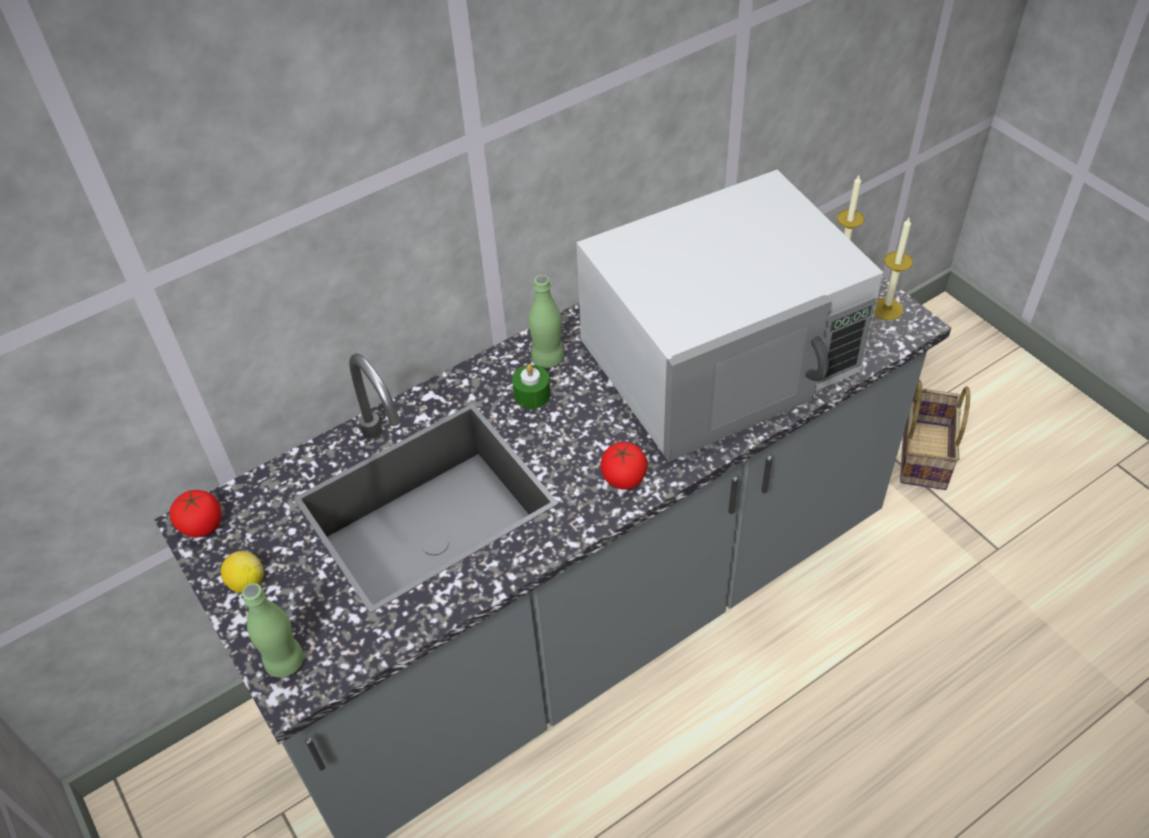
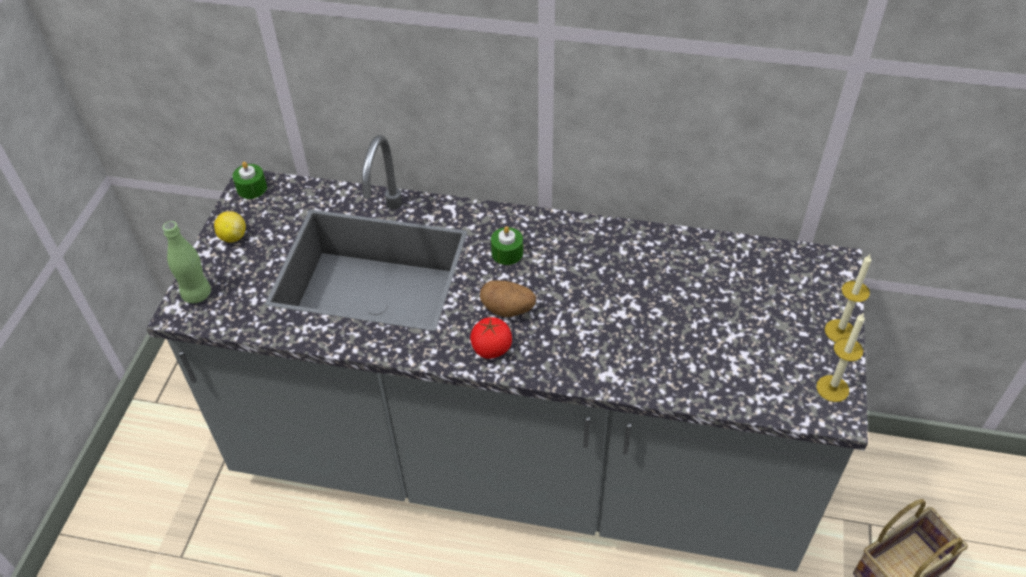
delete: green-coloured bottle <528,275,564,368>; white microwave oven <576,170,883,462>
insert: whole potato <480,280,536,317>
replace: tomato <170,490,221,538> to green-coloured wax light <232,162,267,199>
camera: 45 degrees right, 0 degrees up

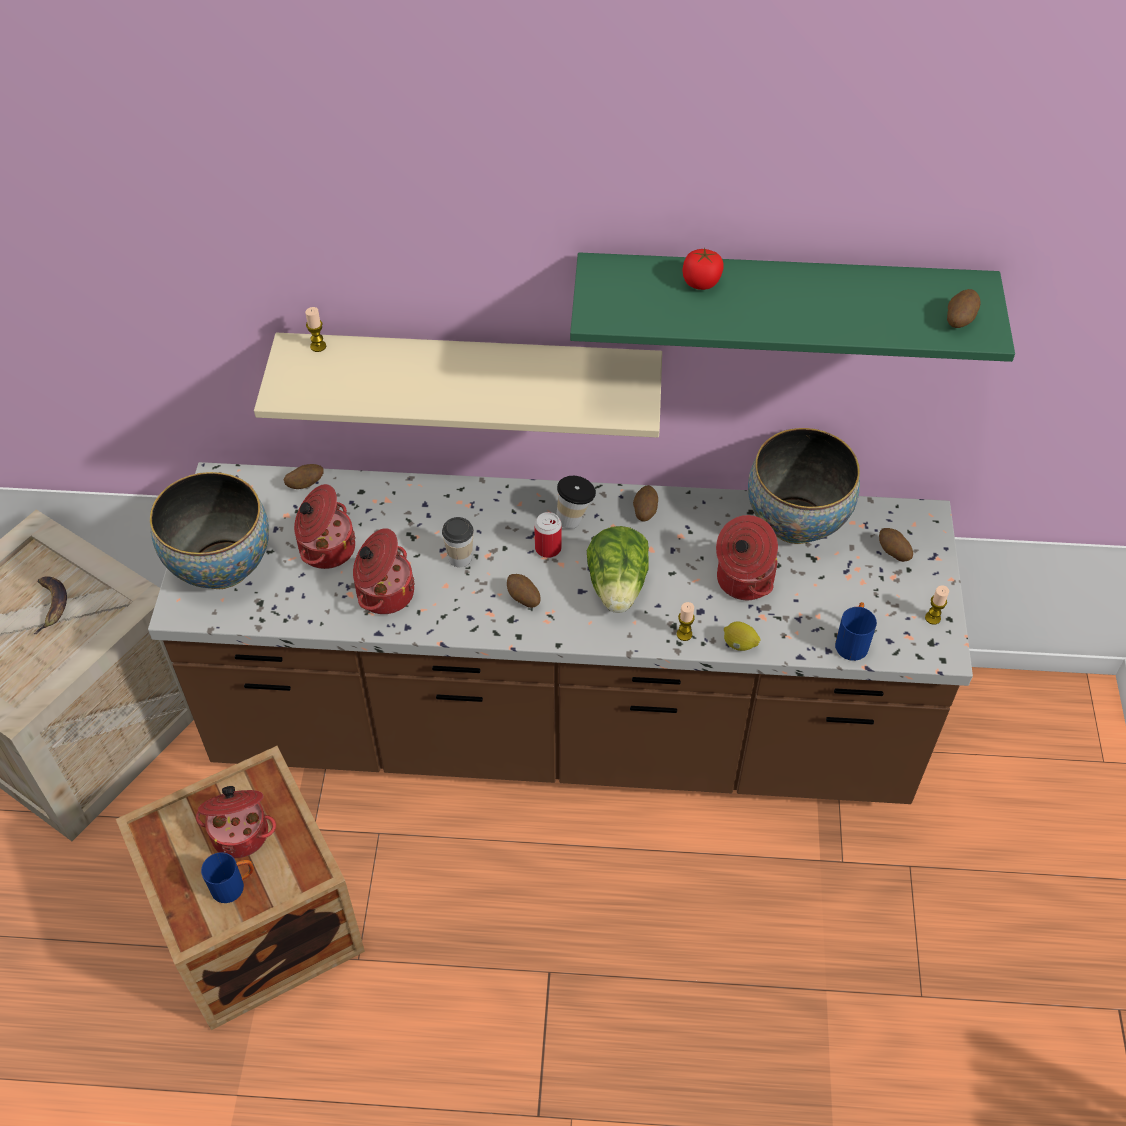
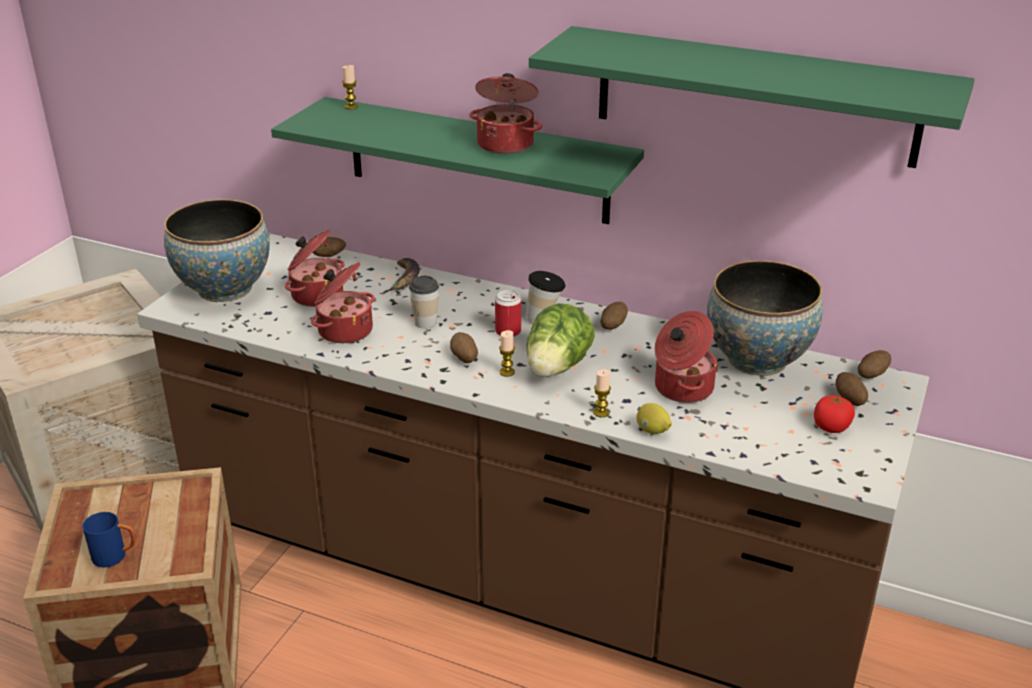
delete: blue mug <835,602,877,661>
move: banana <34,576,67,634> to <380,258,420,294>; stockpot <196,786,276,858> to <470,73,542,154>; tomato <682,247,724,290> to <814,395,855,433>; wax light <925,585,949,625> to <499,330,515,377>; whole potato <947,289,981,328> to <858,350,891,379>
recolor: beige-coloured wall shelf <254,333,662,438> to green-coloured wall shelf <271,97,644,224>
camera: 20 degrees right, 20 degrees down

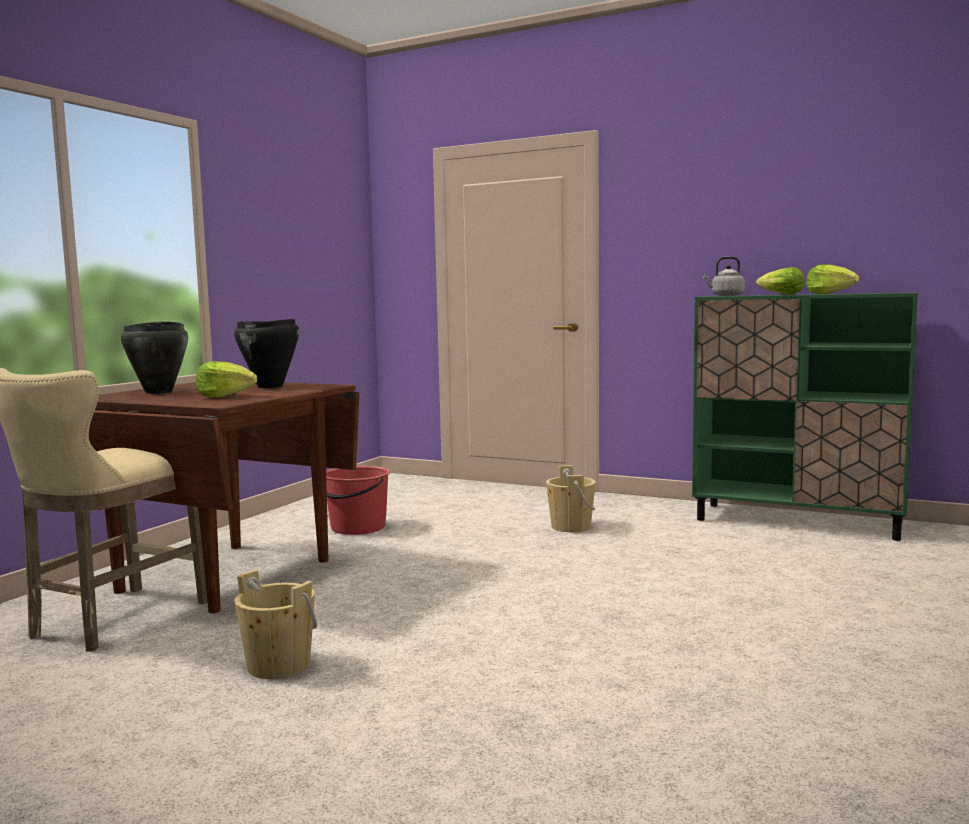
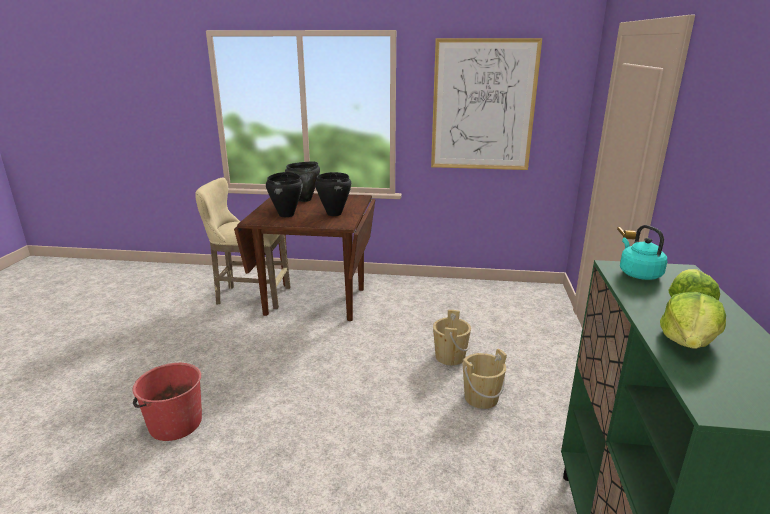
insert: wall picture <431,38,542,170>
move: beige-coloured pail <234,569,317,679> to <433,310,471,365>; red pail <326,466,390,535> to <133,363,202,441>
replace: lettuce <196,361,257,397> to black stockpot <266,172,303,217>
recolor: greyish tea kettle <703,256,745,296> to turquoise tea kettle <620,225,667,280>
camera: 70 degrees right, 15 degrees up

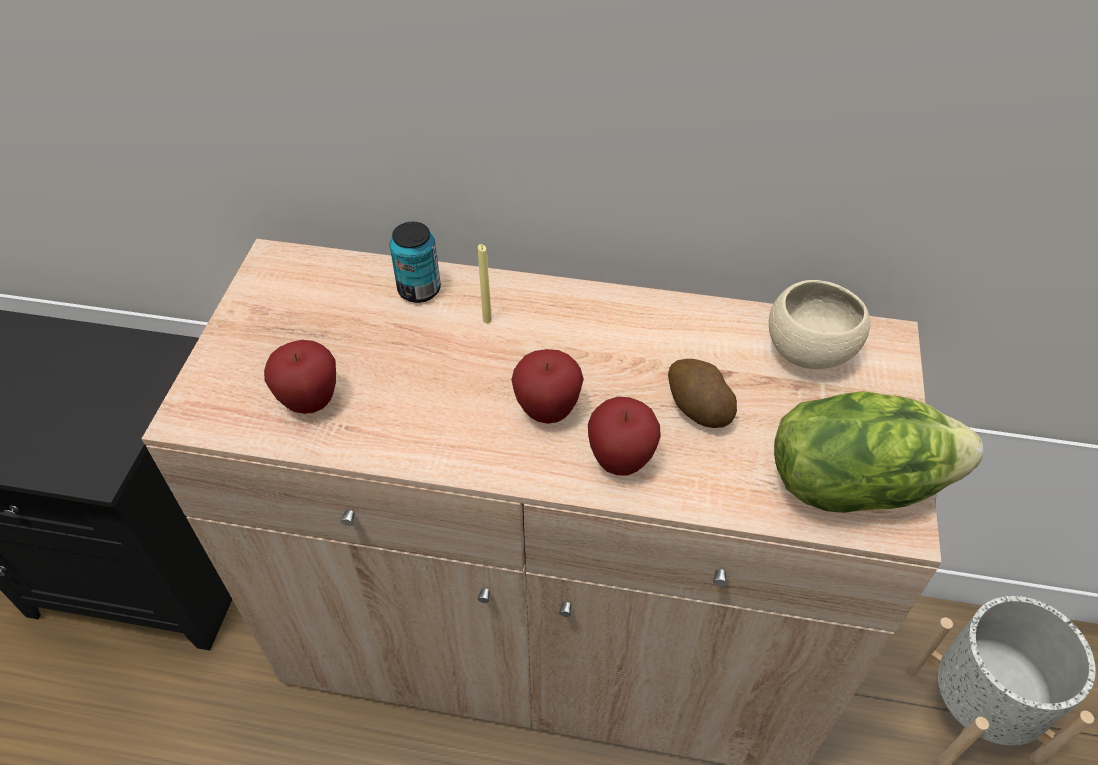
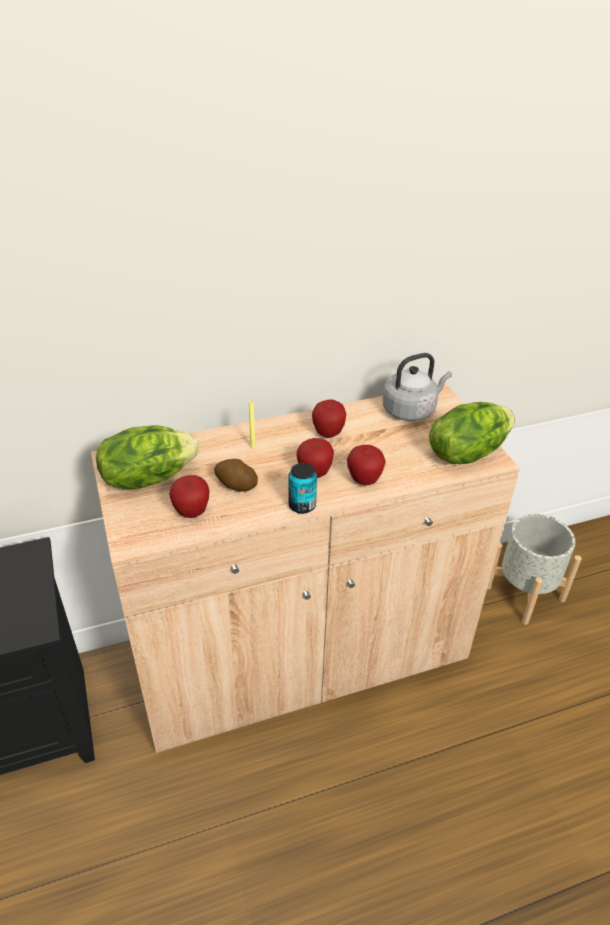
insert: lettuce <96,426,199,489>; apple fruit <312,400,346,438>
move: can <389,222,441,303> to <289,463,317,514>; whole potato <668,359,737,428> to <214,459,258,492>
replace: beige-coloured bowl <769,280,870,369> to greyish tea kettle <382,353,452,421>
camera: 30 degrees left, 10 degrees down

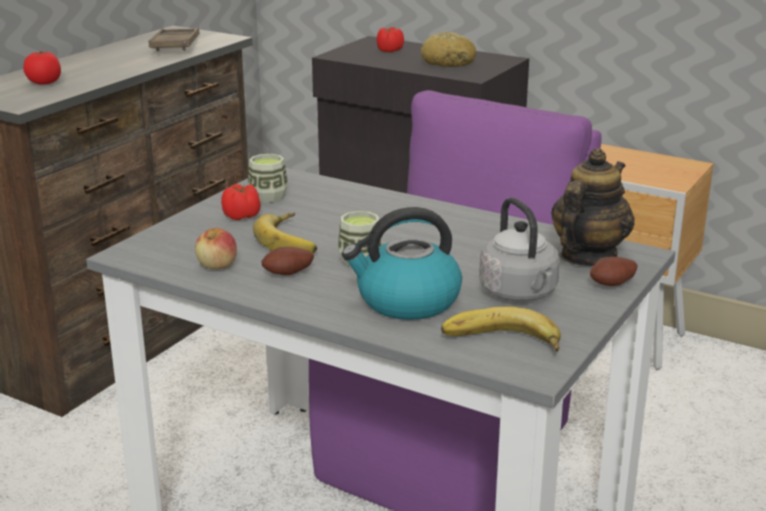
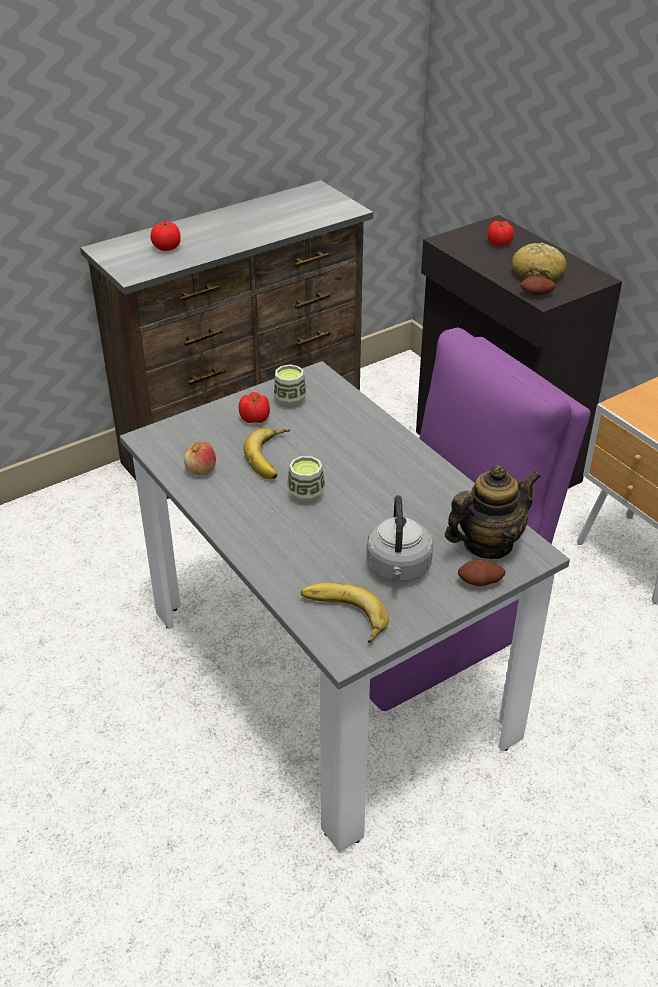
delete: brownish carrying tray <148,27,200,52>; tea kettle <342,207,462,320>
move: whole potato <261,247,314,275> to <520,276,556,296>
camera: 25 degrees right, 15 degrees up

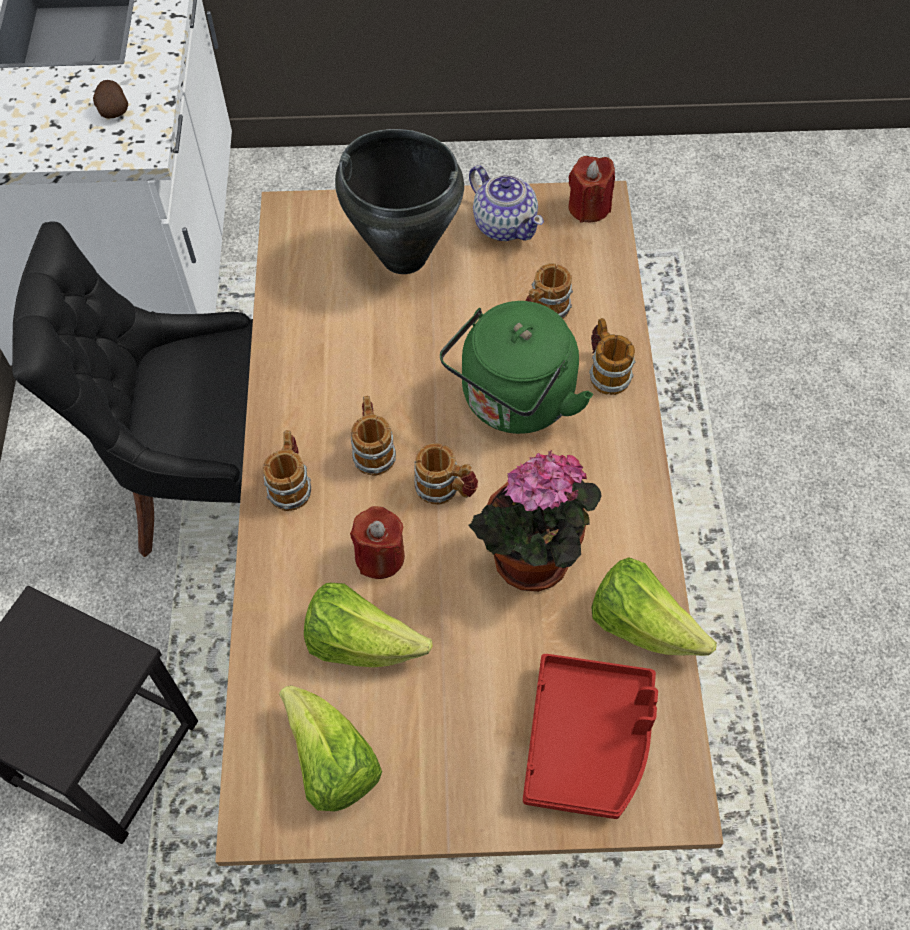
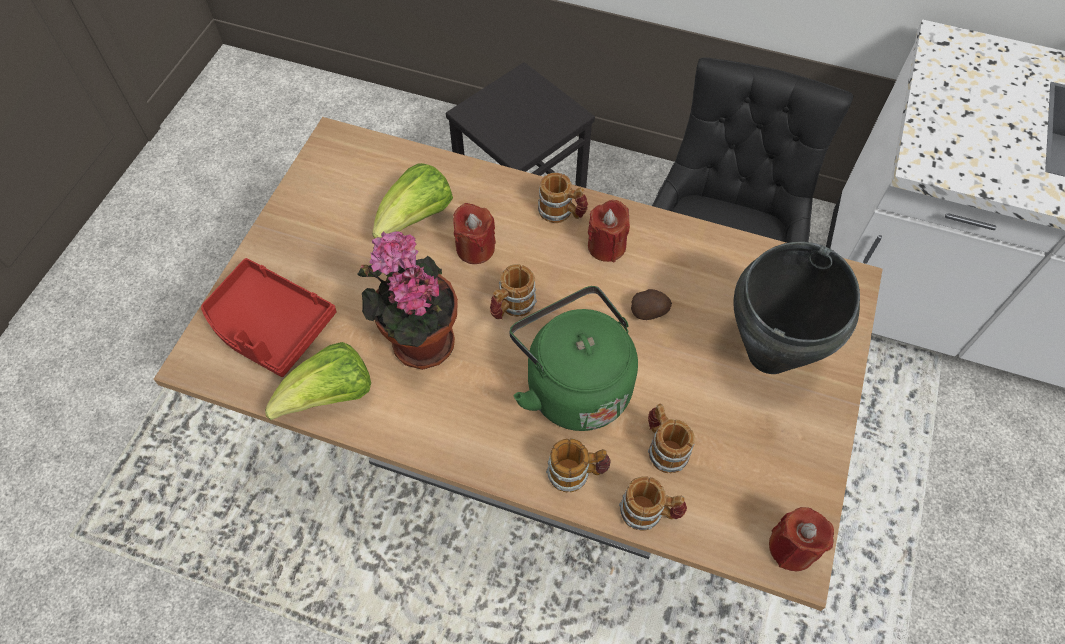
delete: lettuce <279,685,382,811>; tea pot <469,165,544,241>
insert: red wax light <588,200,630,262>
move: whole potato <93,80,128,119> to <631,289,672,320>; mug <351,396,396,476> to <619,476,687,531>
camera: 110 degrees right, 0 degrees up

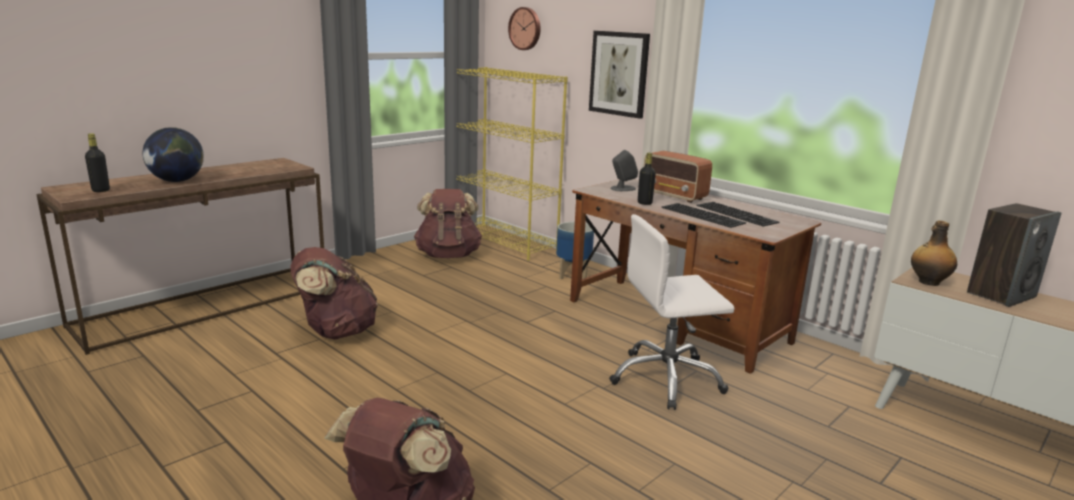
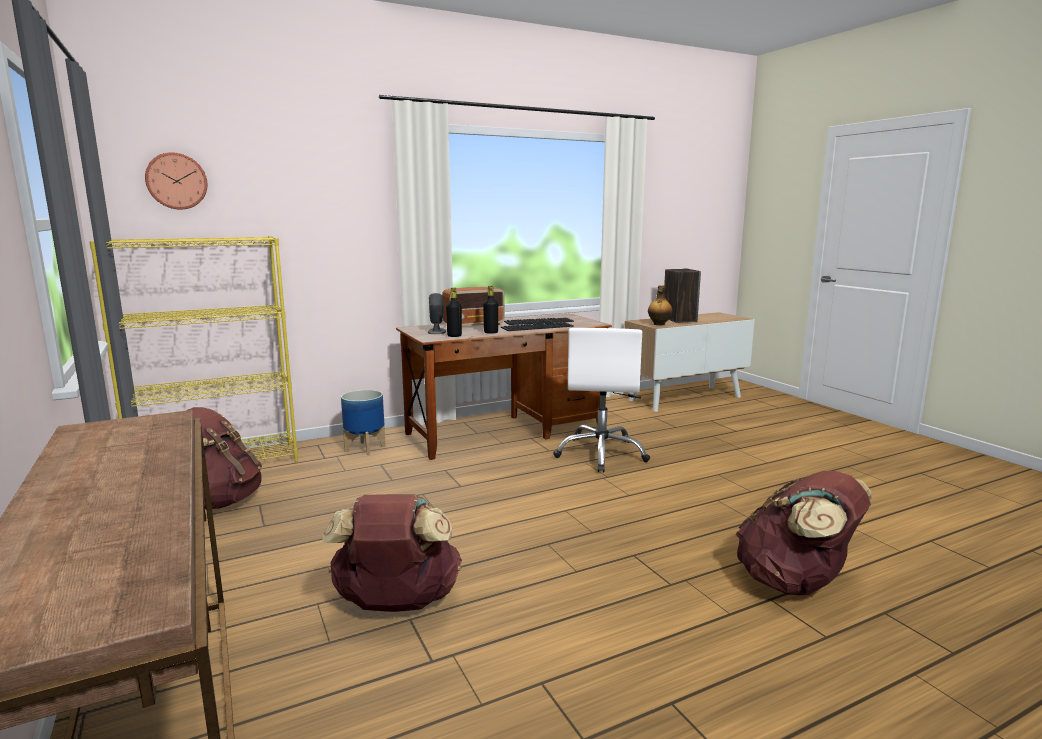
delete: world globe <143,127,204,182>; wall picture <589,31,650,119>
move: black bottle <85,133,110,192> to <446,288,462,337>
camera: 70 degrees left, 5 degrees down

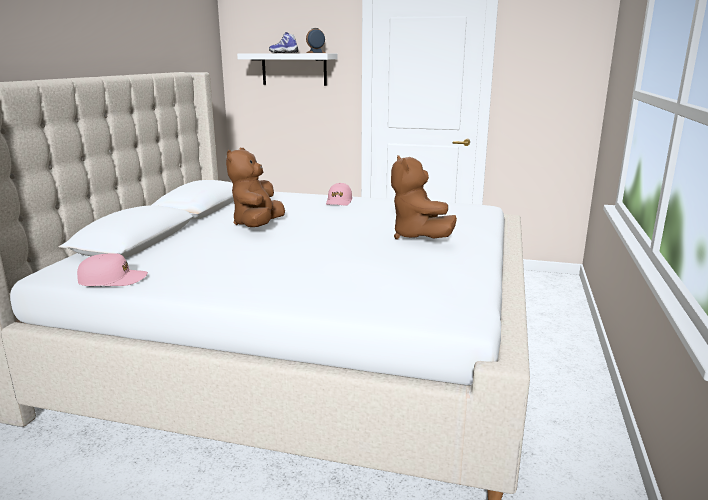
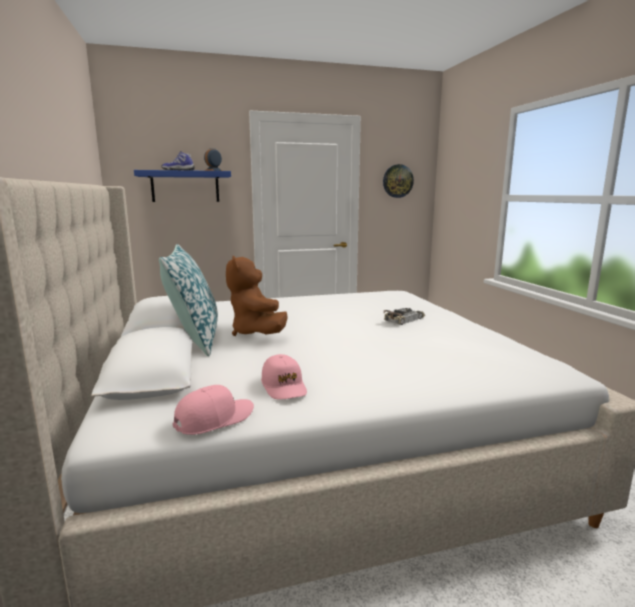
insert: cushion <159,244,218,356>; wall clock <383,164,414,198>
move: pink-coloured baseball cap <326,183,352,206> to <261,354,307,399>
replace: brownish soft toy <391,155,457,240> to model car <384,308,425,325>
recolor: white wall shelf <237,53,337,86> to blue wall shelf <134,170,231,202>
camera: 30 degrees left, 5 degrees down

